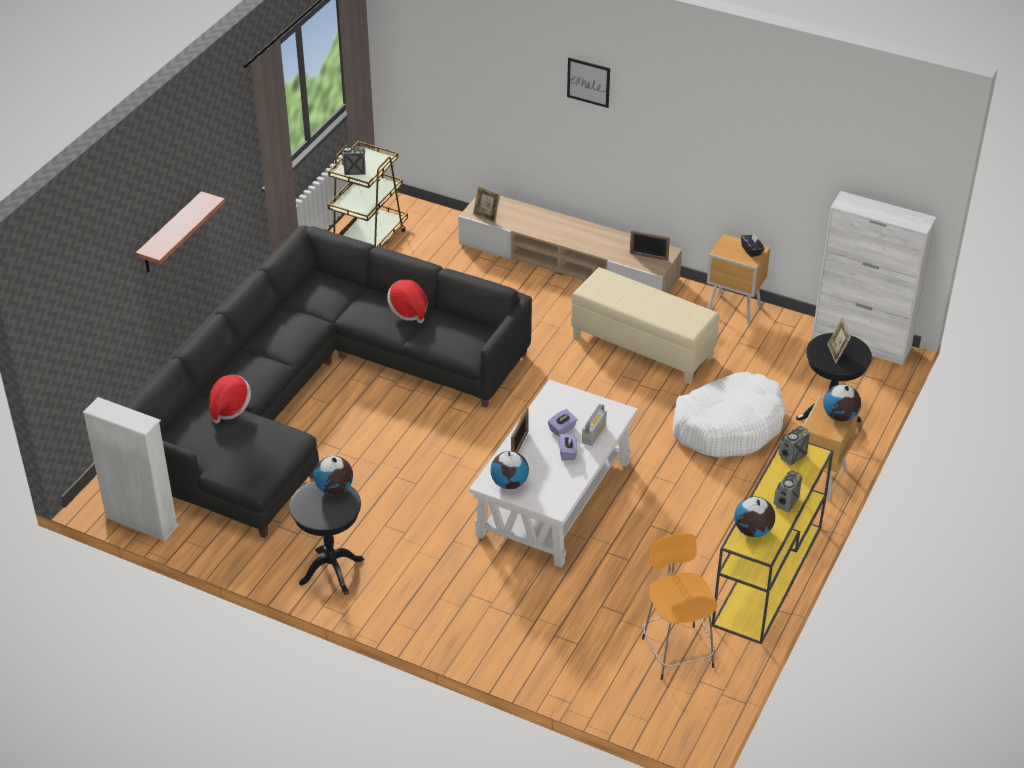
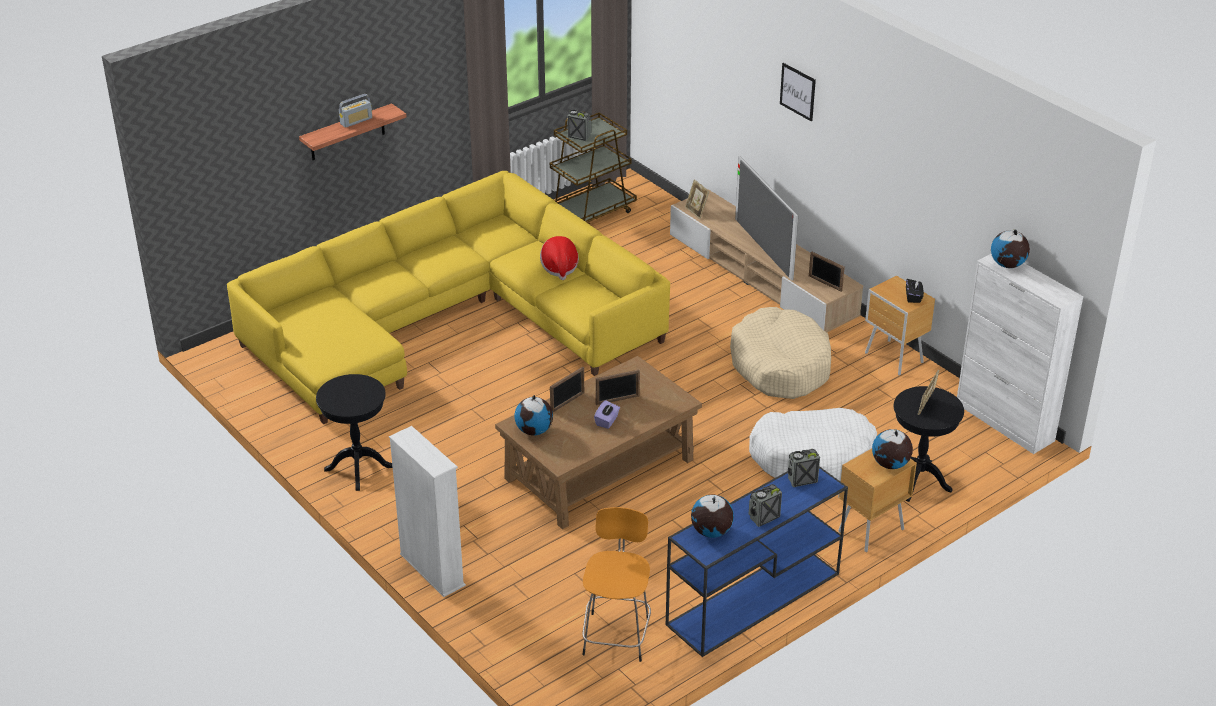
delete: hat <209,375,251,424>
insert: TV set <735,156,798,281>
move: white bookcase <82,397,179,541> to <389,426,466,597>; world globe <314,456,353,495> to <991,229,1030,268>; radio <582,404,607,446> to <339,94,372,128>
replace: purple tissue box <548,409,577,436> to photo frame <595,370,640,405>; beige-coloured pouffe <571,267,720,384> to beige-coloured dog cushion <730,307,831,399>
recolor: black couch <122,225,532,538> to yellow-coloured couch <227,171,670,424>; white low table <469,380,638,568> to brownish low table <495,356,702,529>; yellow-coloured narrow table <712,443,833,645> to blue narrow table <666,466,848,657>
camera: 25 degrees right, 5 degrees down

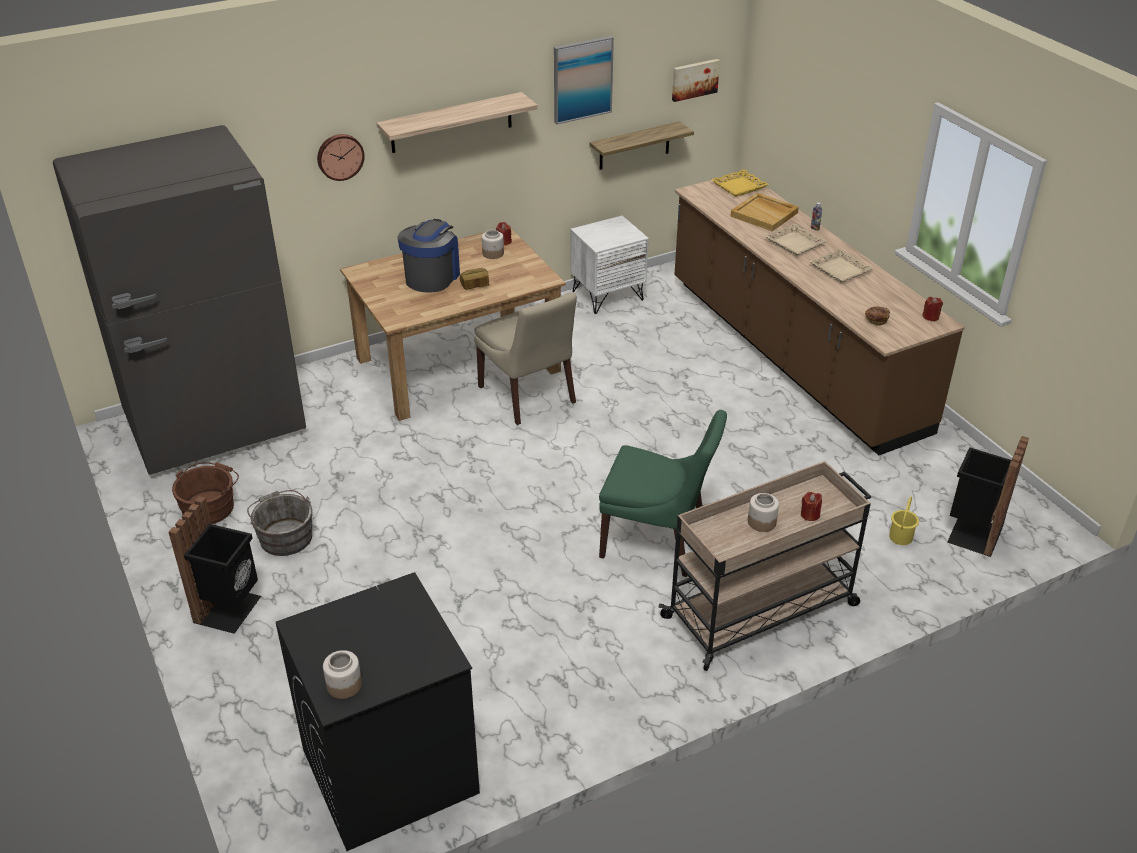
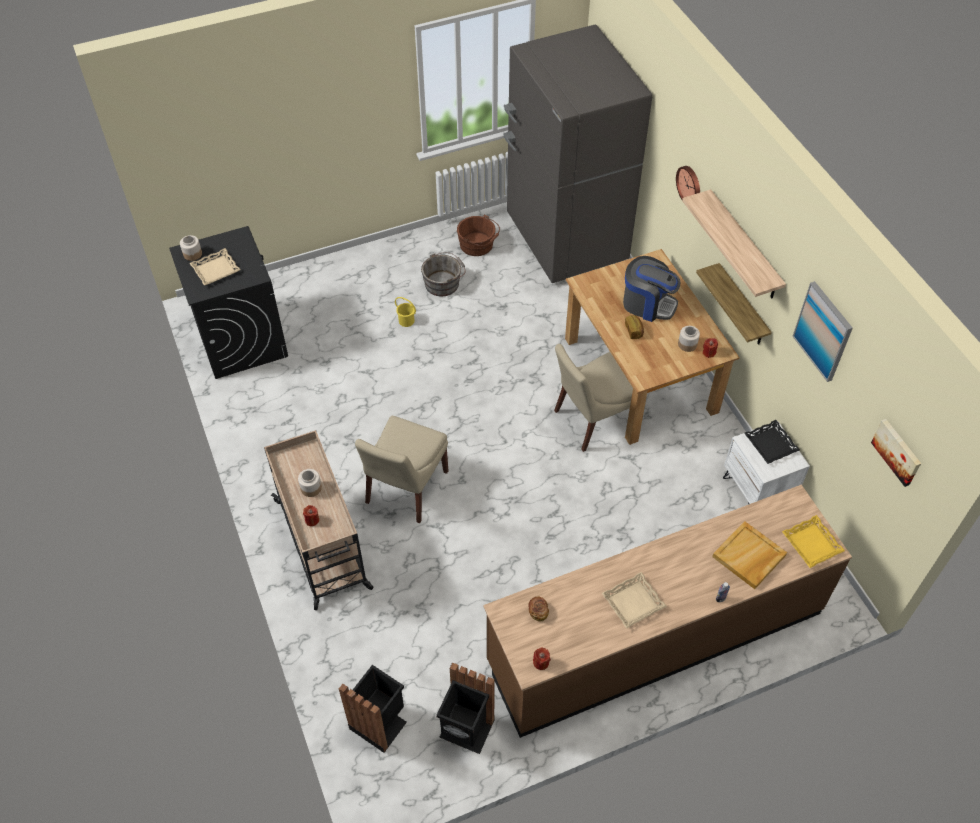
insert: black carrying tray <744,420,800,464>
move: black rubbish bin <169,496,261,634> to <436,663,495,754>; wall shelf <590,121,694,170> to <696,263,772,345>; beige-coloured carrying tray <765,224,827,256> to <190,248,241,285>; yellow-coloured pail <889,496,919,545> to <395,297,416,327>
recolor: green-coloured upright chair <599,410,727,577> to beige-coloured upright chair <355,416,448,523>
camera: 95 degrees right, 15 degrees up

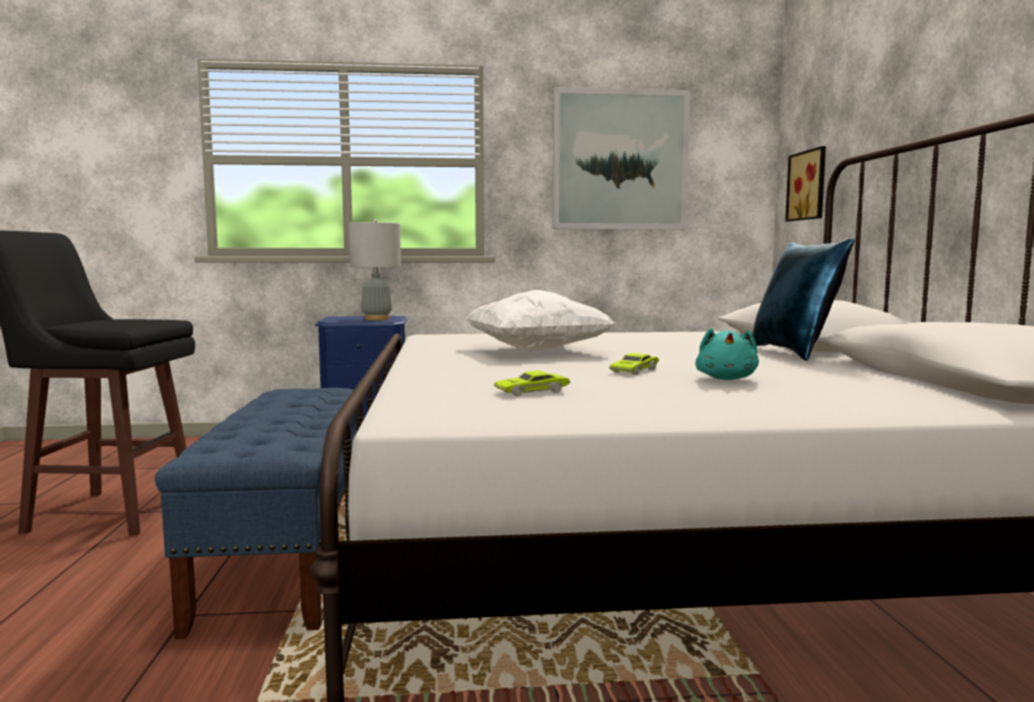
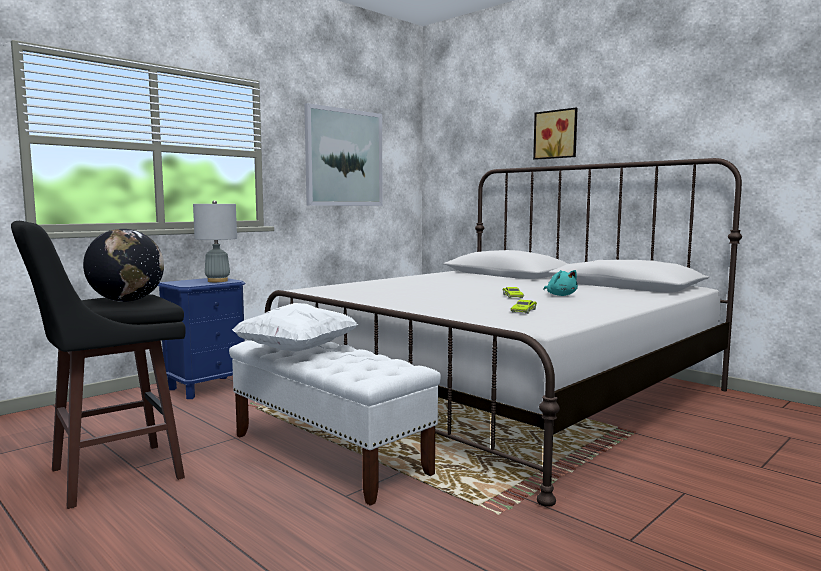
delete: blue cushion <752,238,854,361>
insert: world globe <83,229,164,302>
move: white cushion <466,290,615,351> to <232,303,358,352>; wall picture <785,146,826,222> to <533,108,578,160>
recolor: blue long seat <155,388,366,639> to white long seat <229,340,441,506>
camera: 40 degrees left, 0 degrees up

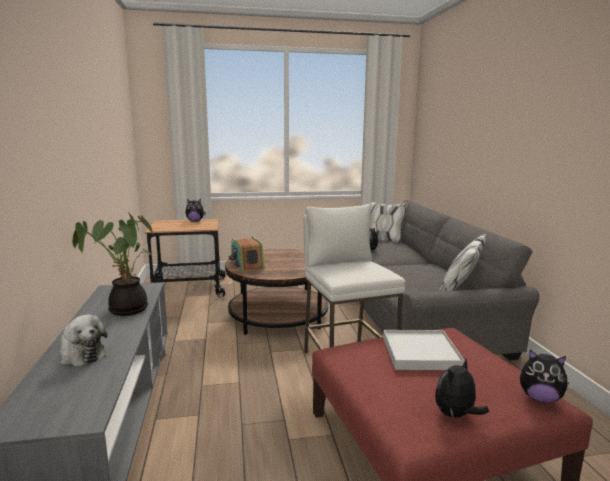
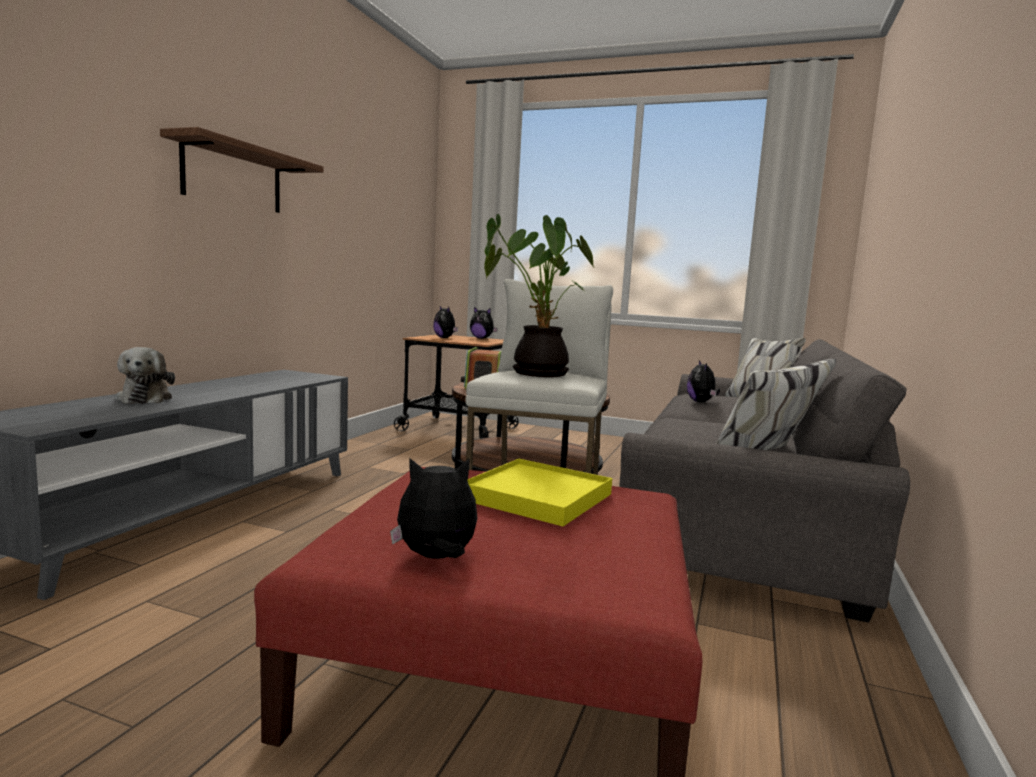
insert: wall shelf <160,127,324,213>
move: houseplant <72,212,153,316> to <484,214,594,377>; soft toy <520,350,569,403> to <433,306,458,338>
recolor: white carrying tray <383,330,465,370> to yellow-coloured carrying tray <468,459,612,526>
camera: 30 degrees right, 5 degrees down

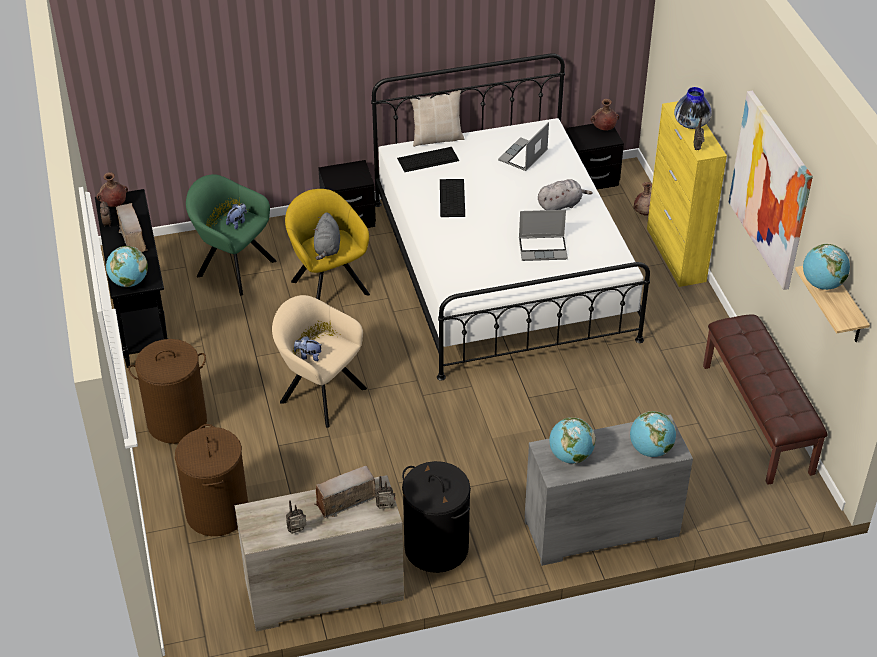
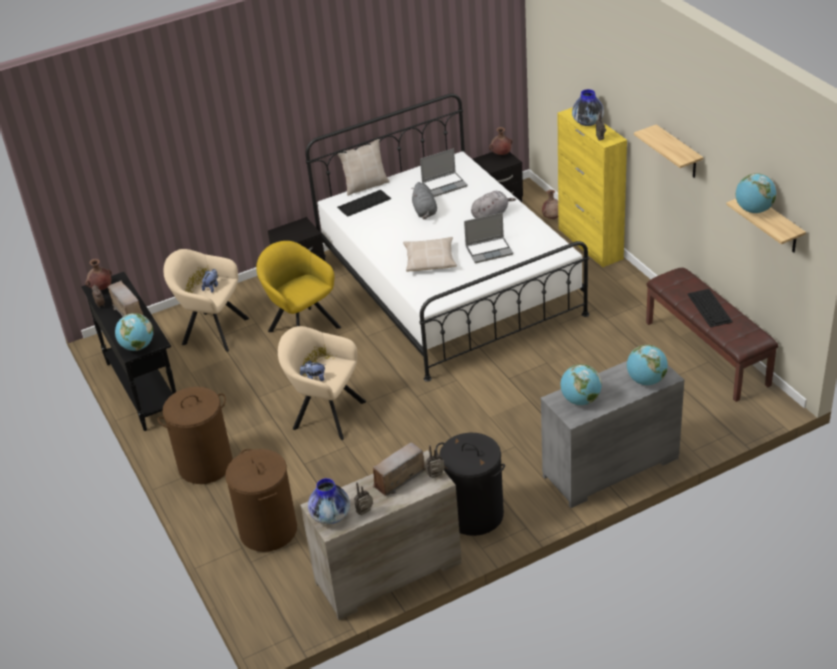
insert: decorative vase <308,478,350,524>; beige-coloured cushion <403,237,457,272>
move: greyish soft toy <313,213,340,260> to <411,182,437,219>; PC keyboard <440,179,465,217> to <687,289,733,327>
replace: wall picture <729,91,813,290> to wall shelf <634,124,703,178>
recolor: green-coloured armchair <186,174,276,296> to beige-coloured armchair <164,249,249,352>
rotate: notebook computer <498,122,549,171> = <420,148,468,197> 135 degrees counterclockwise
camera: 10 degrees left, 5 degrees down

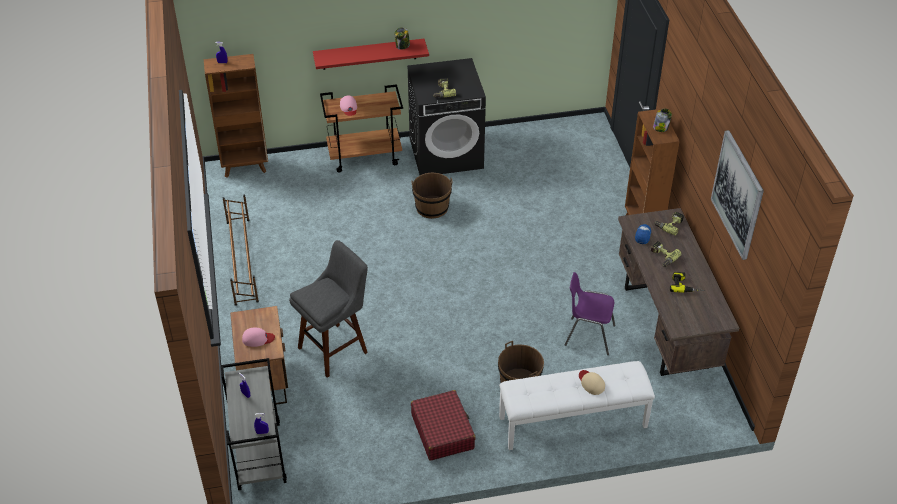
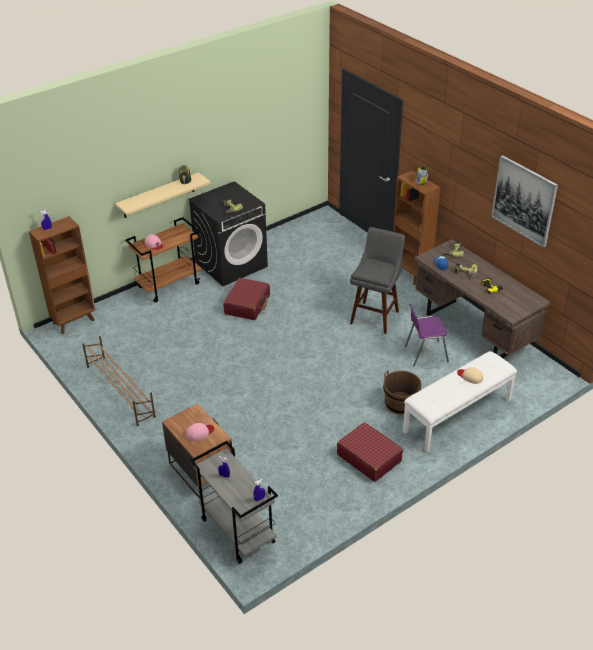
move: greyish stool <289,240,368,378> to <350,227,405,334>
replace: brownish pail <412,173,452,219> to red travel case <223,278,270,320>
recolor: red wall shelf <313,39,429,70> to beige-coloured wall shelf <115,172,211,218>
camera: 25 degrees left, 5 degrees down

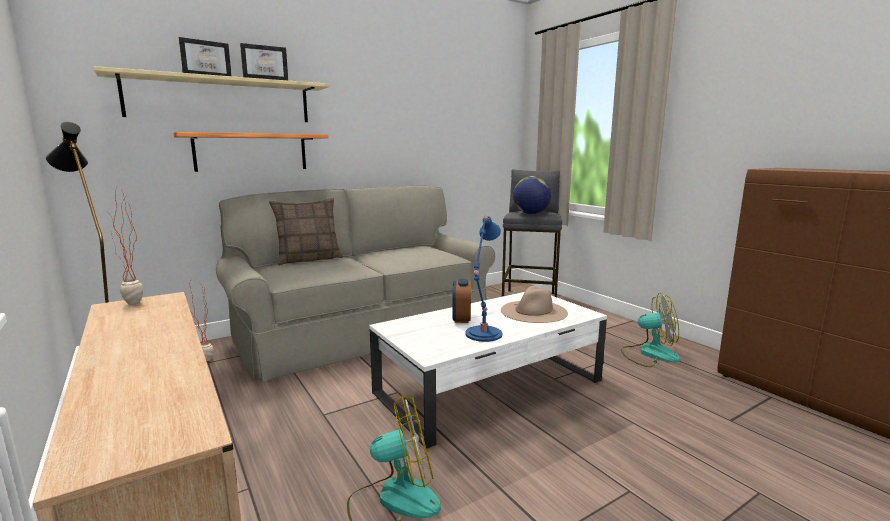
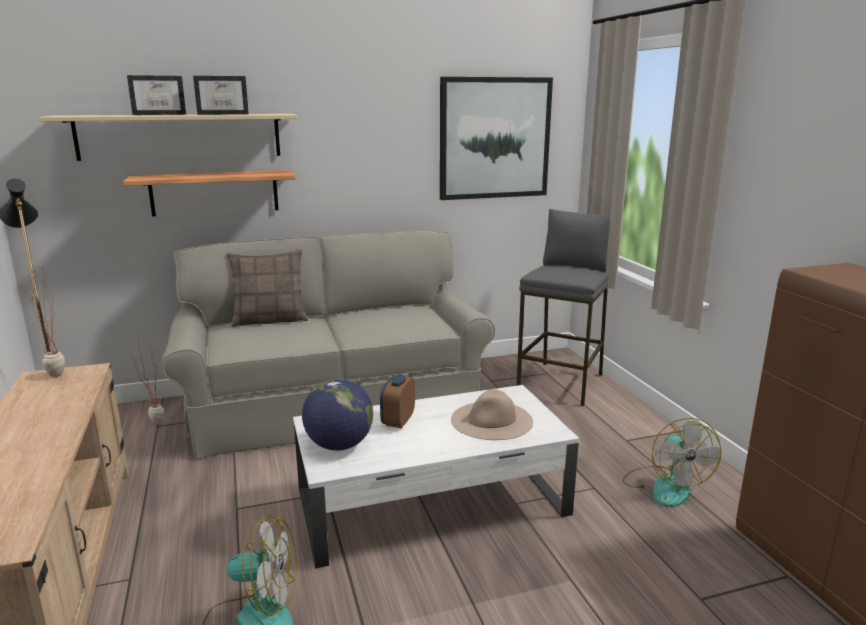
delete: blue tabletop lamp <465,216,502,342>
insert: wall picture <440,77,553,200>
move: world globe <513,176,551,214> to <302,379,373,451>
rotate: cooling fan <621,293,680,367> = <622,418,721,507> 60 degrees clockwise
camera: 15 degrees right, 5 degrees up

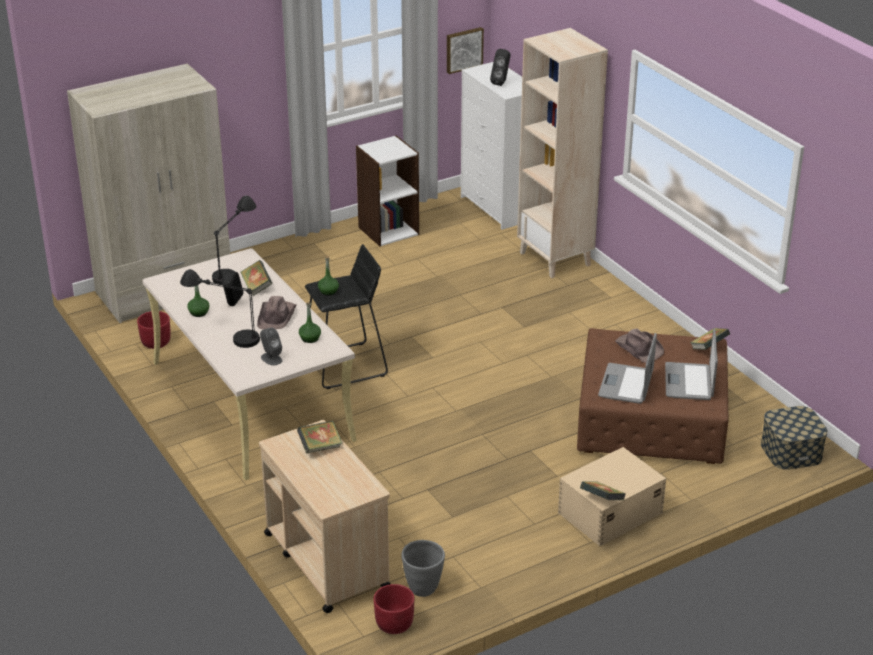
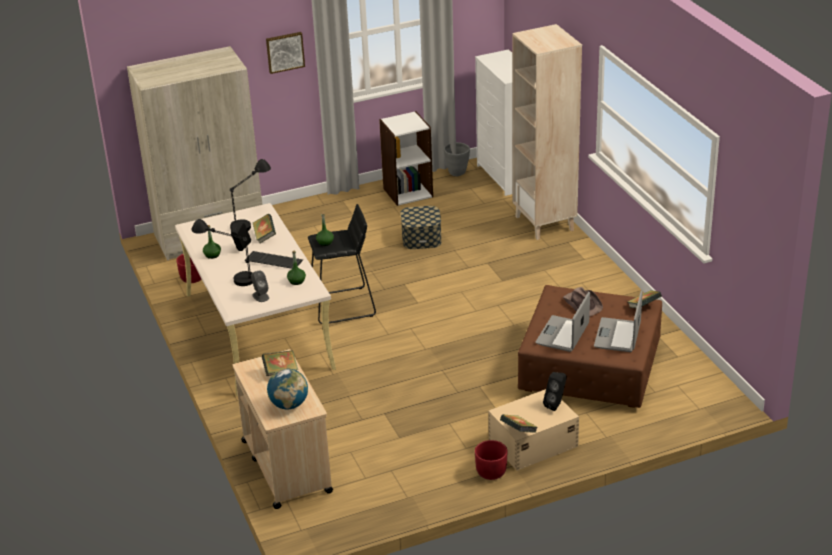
insert: world globe <267,369,308,410>
move: red plant pot <374,584,414,634> to <475,440,508,480>; greyish plant pot <401,540,445,597> to <444,142,470,176>; wall picture <447,27,484,74> to <266,32,305,74>; black audio speaker <490,49,511,86> to <543,372,567,411>; storage bin <761,406,828,470> to <401,206,442,249>
replace: brownish hat <257,296,297,329> to PC keyboard <245,251,303,269>
camera: 10 degrees right, 0 degrees up

